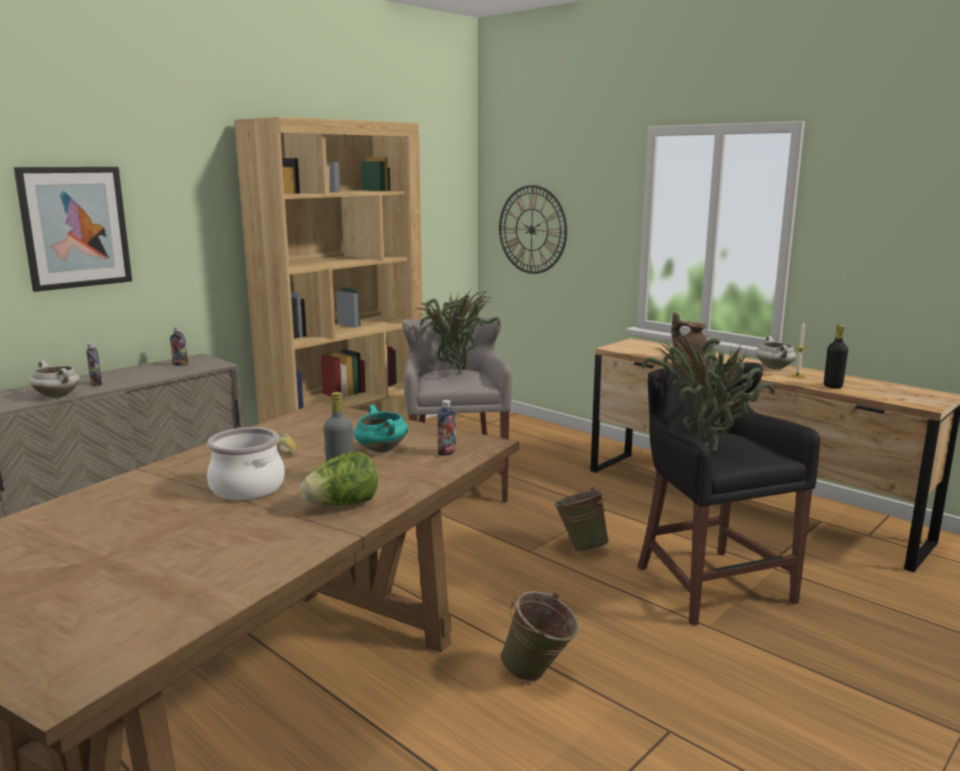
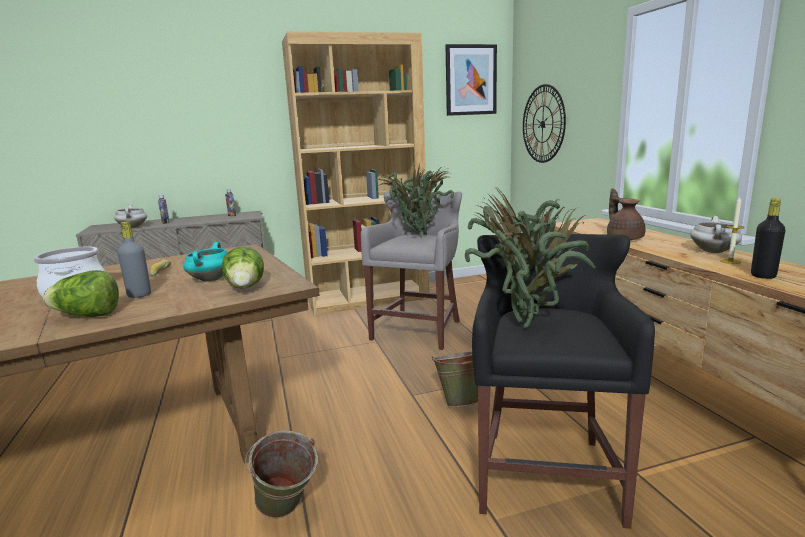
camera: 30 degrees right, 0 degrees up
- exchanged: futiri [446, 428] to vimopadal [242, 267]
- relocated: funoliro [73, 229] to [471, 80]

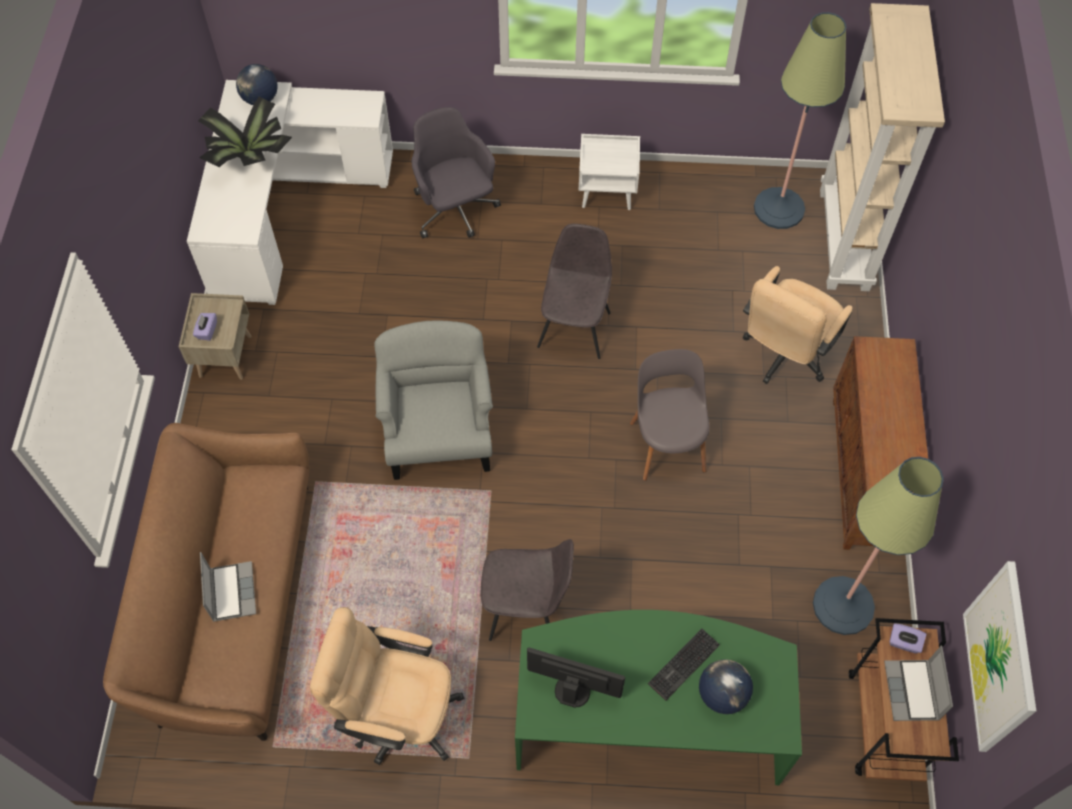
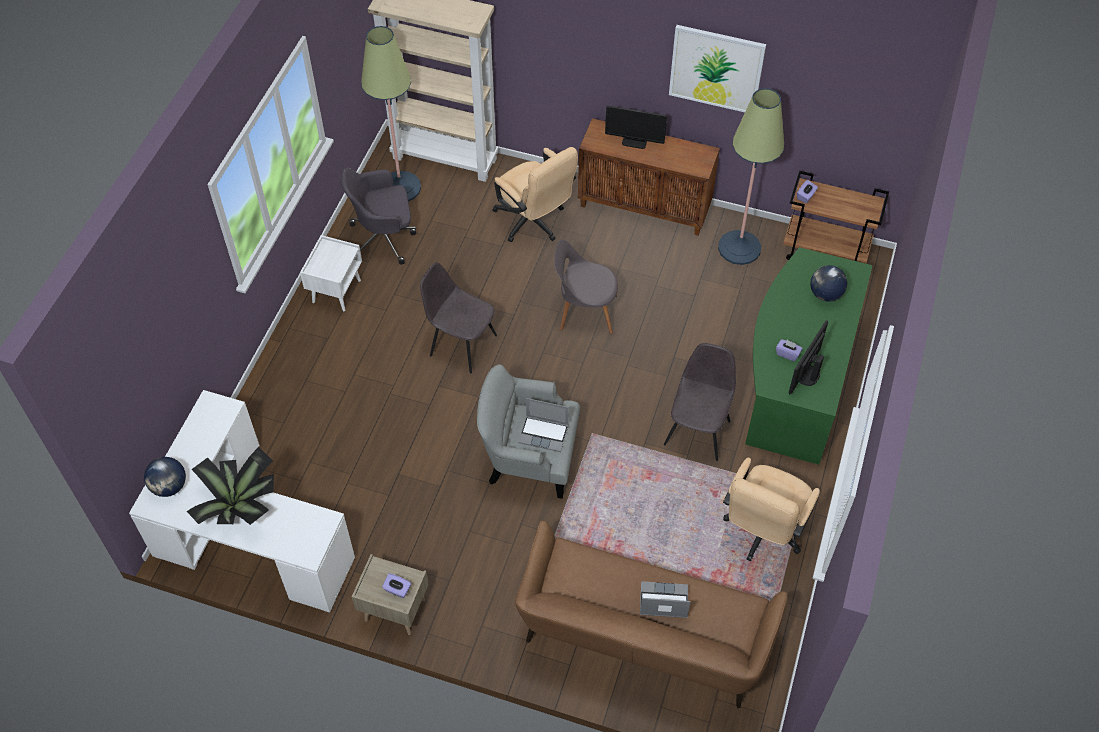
camera: 75 degrees left, 5 degrees down
- relocated: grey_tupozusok [456, 173] to [378, 216]
- relocated: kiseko [918, 683] to [543, 425]
- appeared: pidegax [636, 127]
- relocated: funoliro [999, 656] to [717, 68]
- appeared: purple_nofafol [789, 350]
- missing: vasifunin [684, 665]

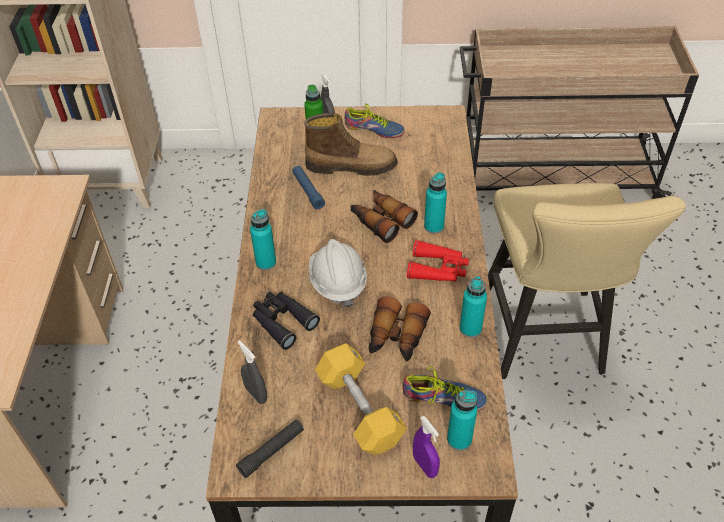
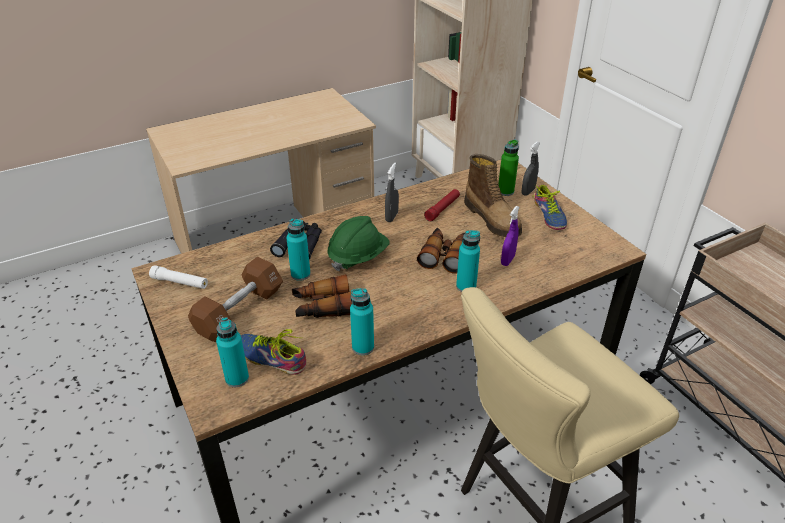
camera: 60 degrees right, 10 degrees down
- colour: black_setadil [270, 449] to white_setadil [178, 277]
- colour: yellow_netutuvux [361, 399] to brown_netutuvux [235, 299]
- spun: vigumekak [444, 388] = [273, 352] 135 degrees clockwise
- relocated: turquoise_futiri [263, 239] to [298, 249]
- colour: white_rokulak [338, 273] to green_rokulak [358, 243]
- relocated: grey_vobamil [252, 372] to [392, 192]
- colour: blue_setadil [308, 187] to red_setadil [442, 205]
- relocated: purple_vobamil [426, 447] to [510, 236]
- missing: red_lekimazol [438, 261]

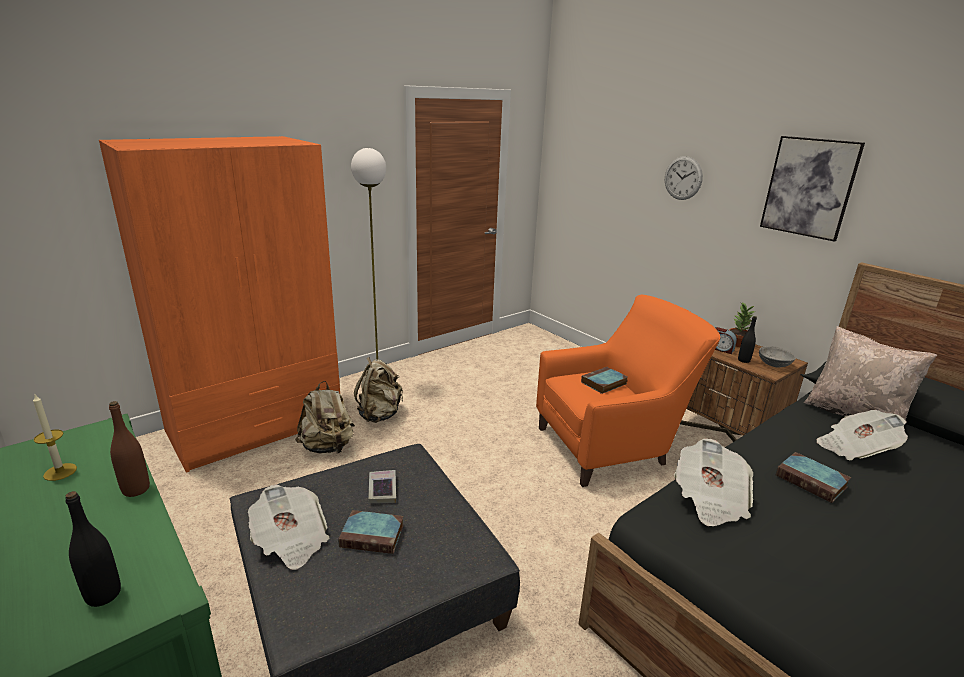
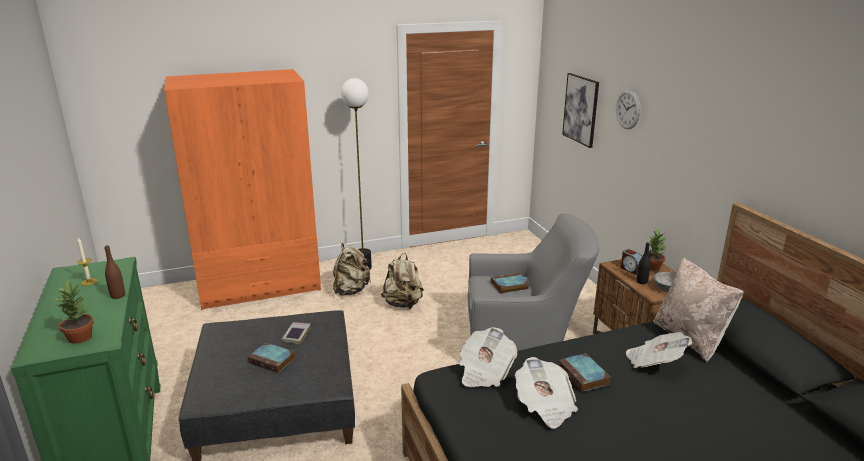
camera: 20 degrees right, 0 degrees up
- exchanged: black_futiri [93, 549] to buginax [74, 311]
- relocated: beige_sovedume [325, 417] to [402, 281]
- colour: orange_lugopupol [628, 391] to grey_lugopupol [533, 282]
- relocated: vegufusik [288, 527] to [546, 393]
- relocated: funoliro [812, 189] to [580, 110]

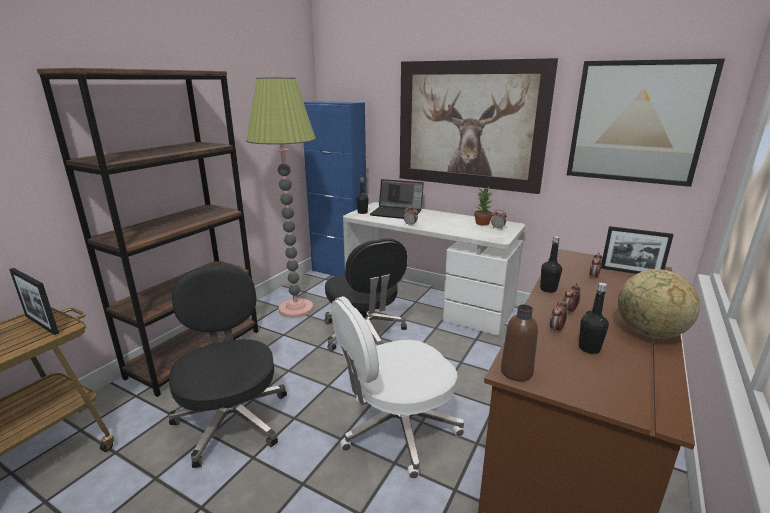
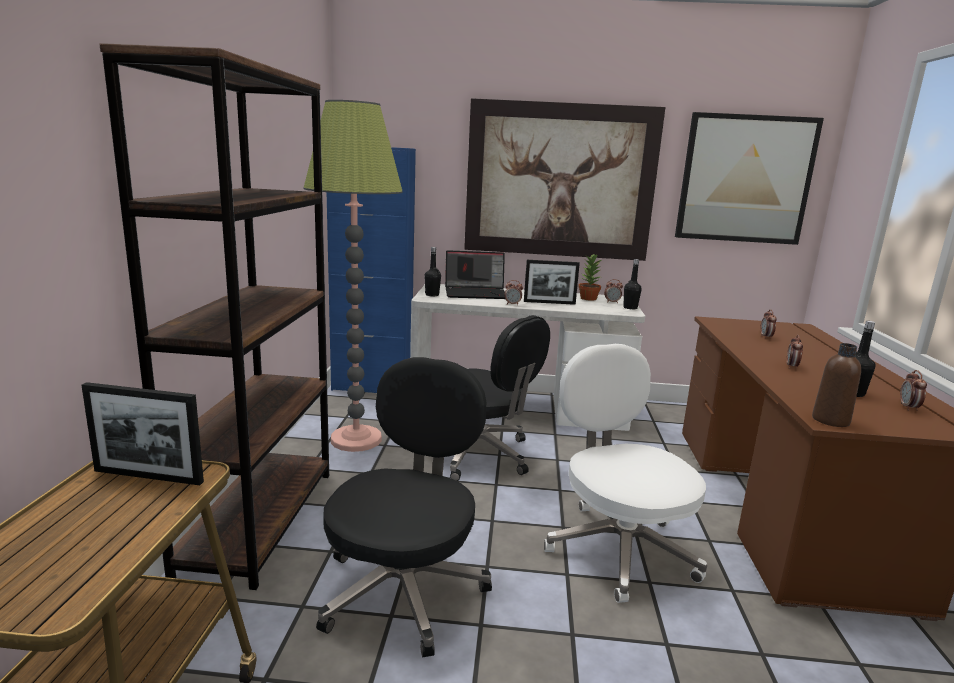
camera: 25 degrees left, 5 degrees down
- spun: black_tupozusok [228, 366] = [404, 507] 60 degrees clockwise
- relocated: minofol [637, 250] to [552, 282]
- spun: white_tupozusok [397, 387] = [625, 473] 120 degrees clockwise
- relocated: black_futiri [551, 264] to [632, 284]
- relocated: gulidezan [559, 316] to [913, 390]
- missing: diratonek [659, 304]

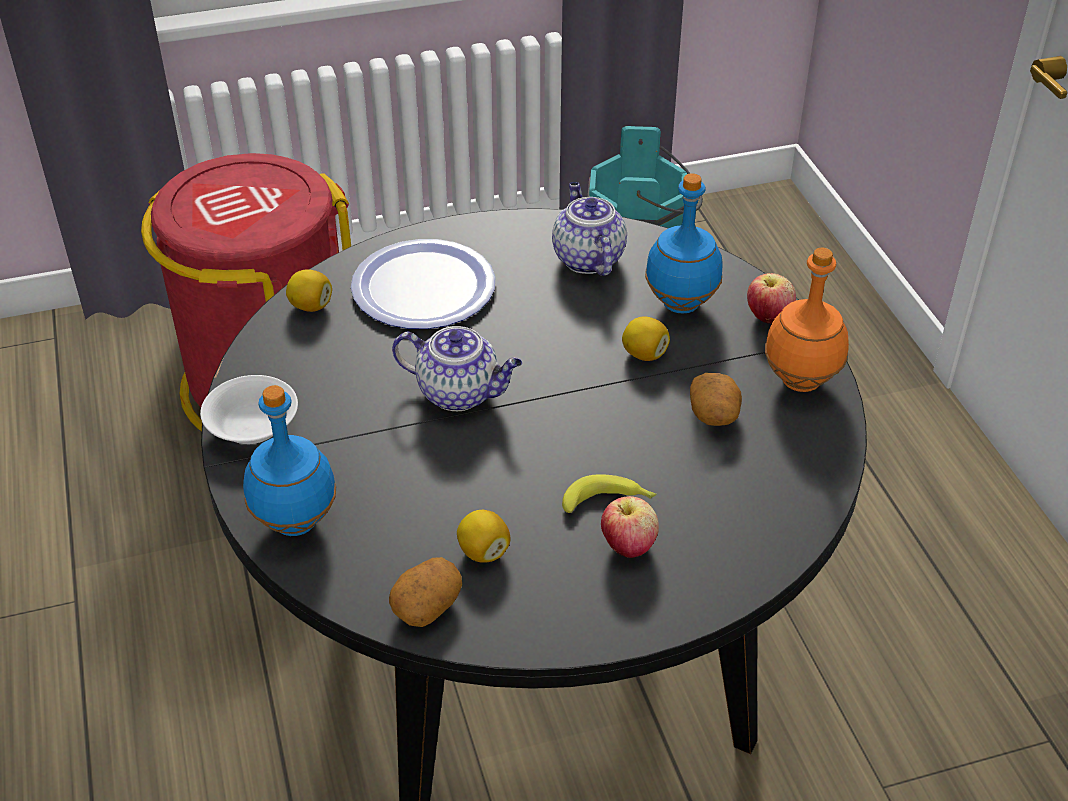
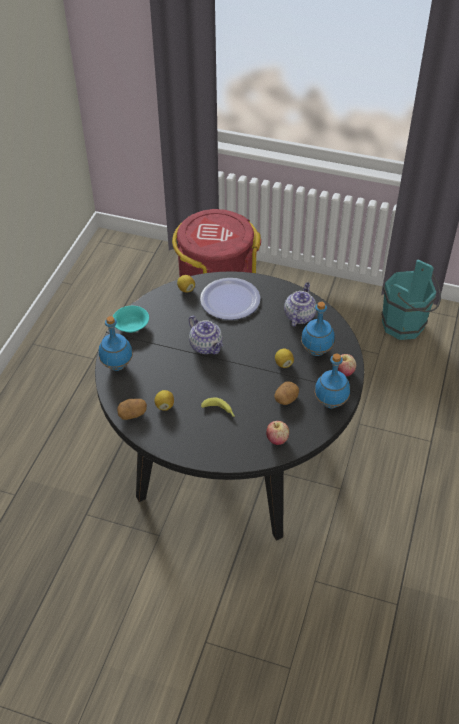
camera: 35 degrees right, 5 degrees up
- colour: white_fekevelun [249, 409] to turquoise_fekevelun [131, 319]
- relocated: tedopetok [630, 527] to [277, 433]
- colour: orange_futiri [807, 320] to blue_futiri [332, 380]

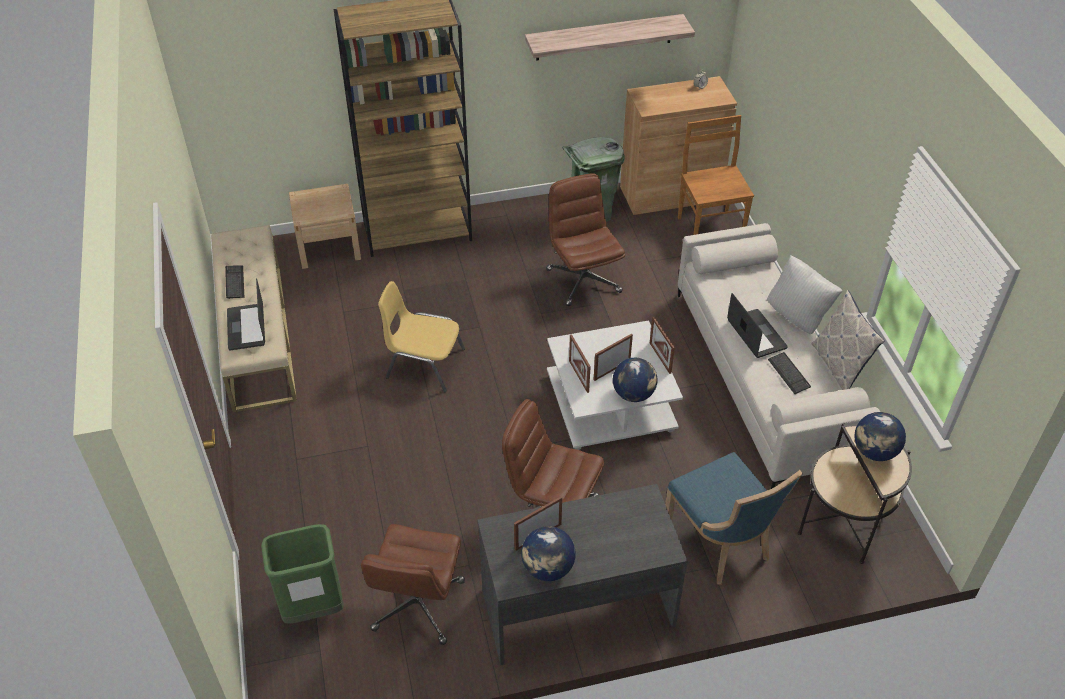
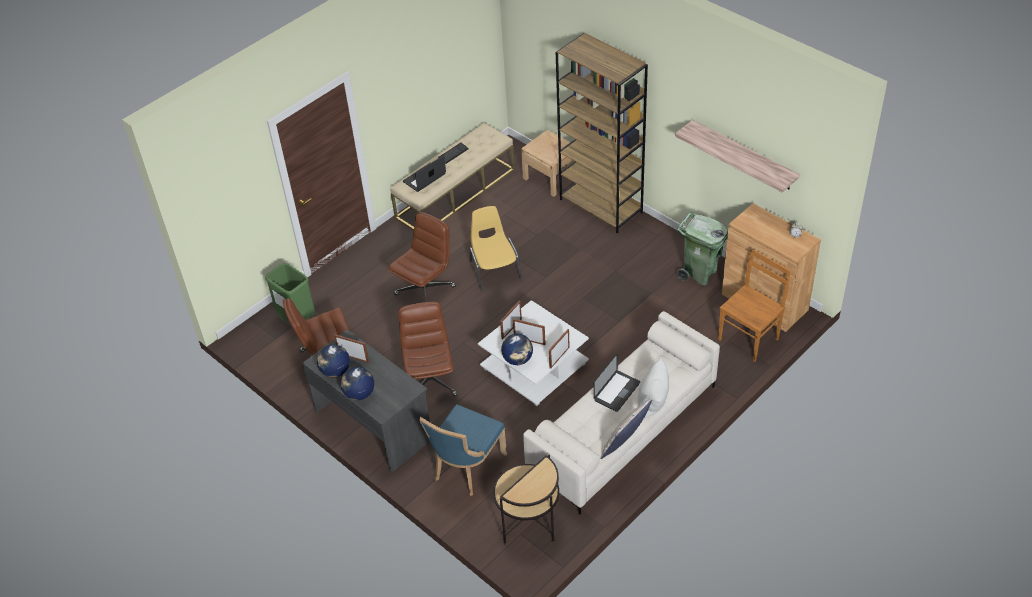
camera: 60 degrees right, 0 degrees up
- relocated: diratonek [880, 436] to [357, 384]
- relocated: brown_tupozusok [585, 239] to [422, 257]
- missing: vasifunin [789, 373]

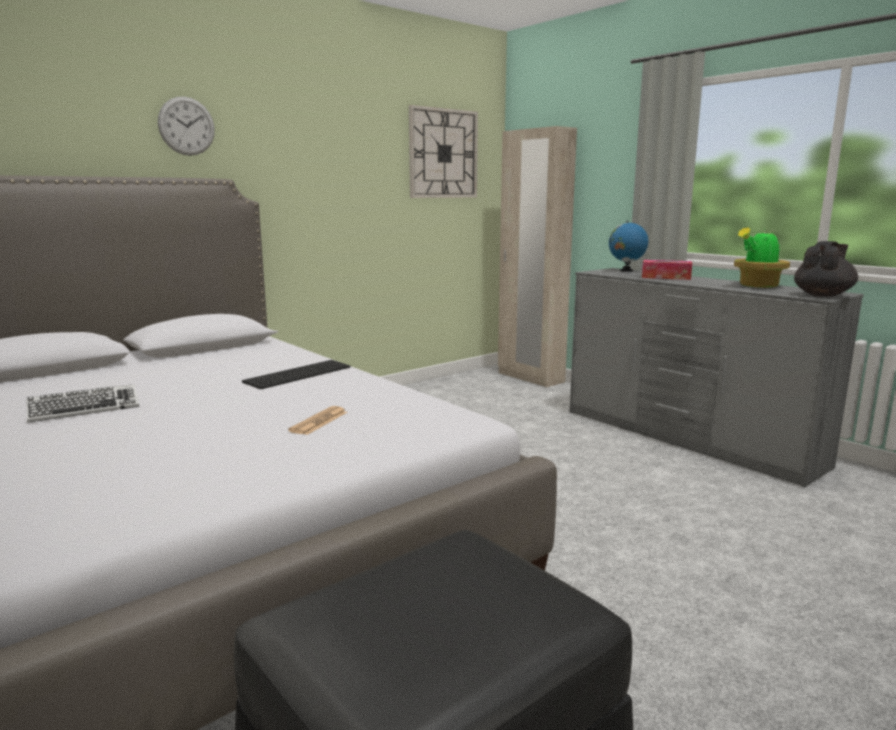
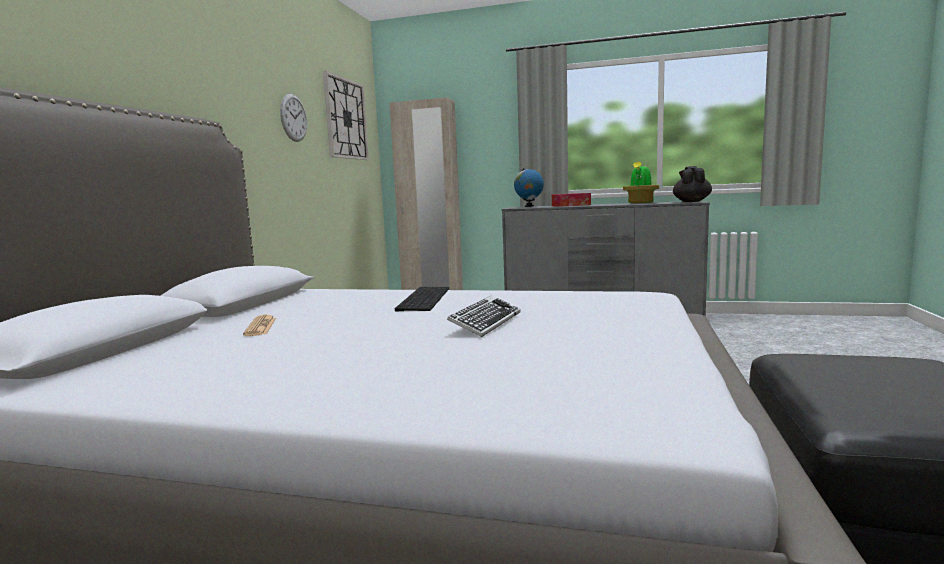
camera: 35 degrees left, 5 degrees down
- relocated: vegufusik [317, 420] to [259, 325]
- relocated: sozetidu [186, 126] to [293, 118]
- relocated: vasifunin [82, 403] to [483, 316]

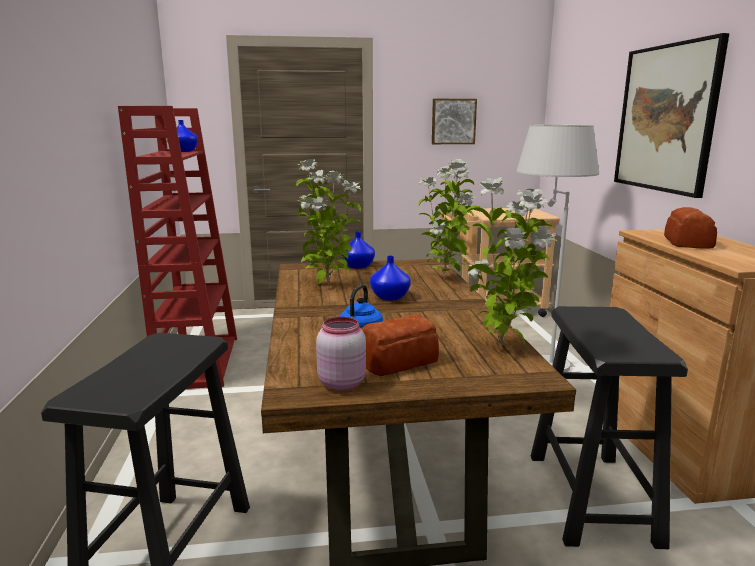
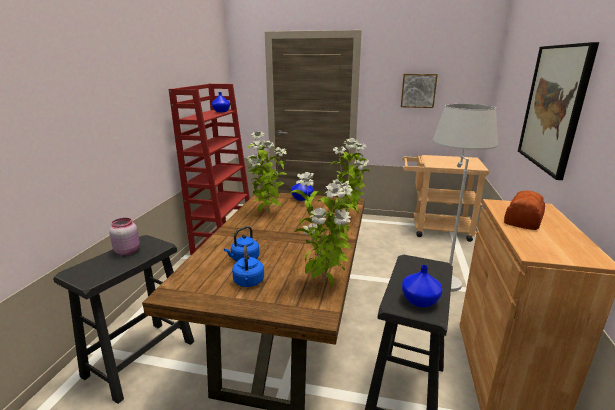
camera: 20 degrees right, 5 degrees up
- relocated: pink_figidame [341, 354] to [124, 236]
- exchanged: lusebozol [400, 345] to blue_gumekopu [248, 266]
- relocated: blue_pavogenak [390, 278] to [422, 286]

